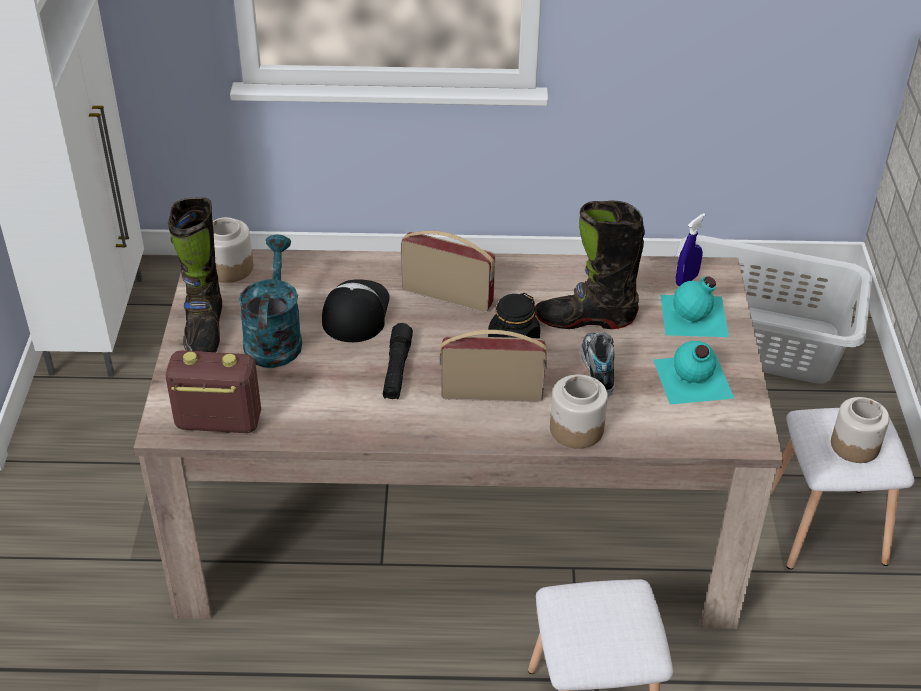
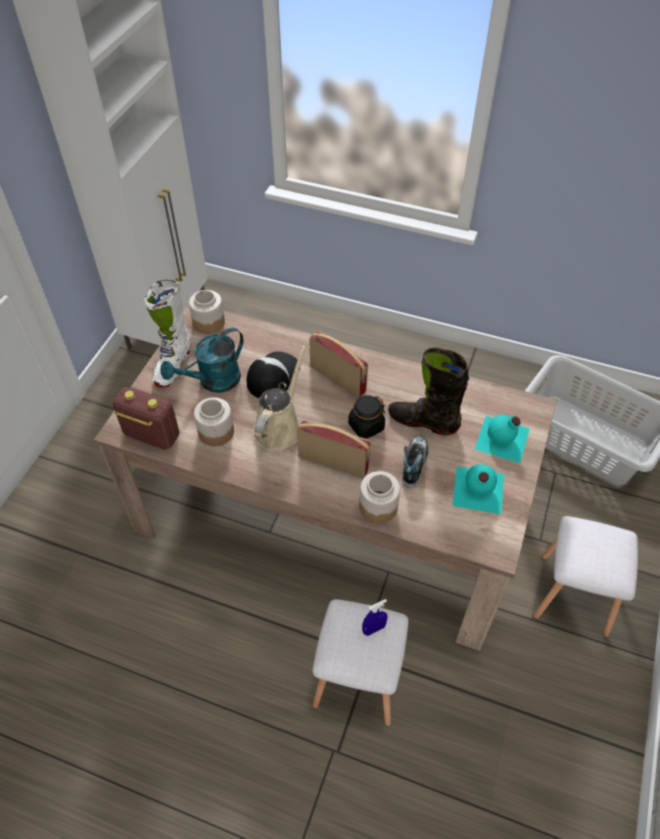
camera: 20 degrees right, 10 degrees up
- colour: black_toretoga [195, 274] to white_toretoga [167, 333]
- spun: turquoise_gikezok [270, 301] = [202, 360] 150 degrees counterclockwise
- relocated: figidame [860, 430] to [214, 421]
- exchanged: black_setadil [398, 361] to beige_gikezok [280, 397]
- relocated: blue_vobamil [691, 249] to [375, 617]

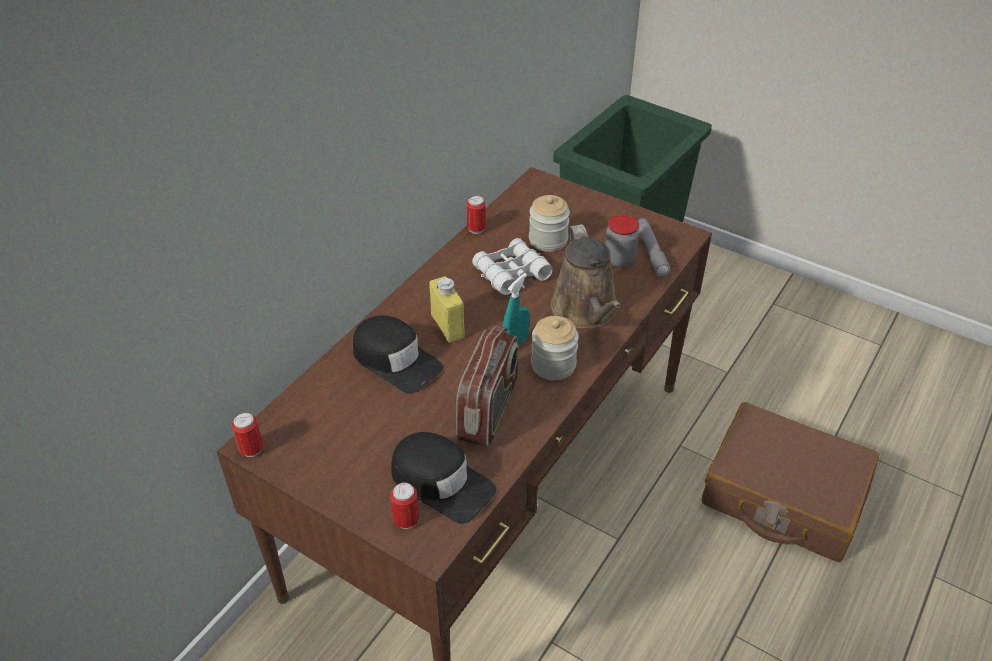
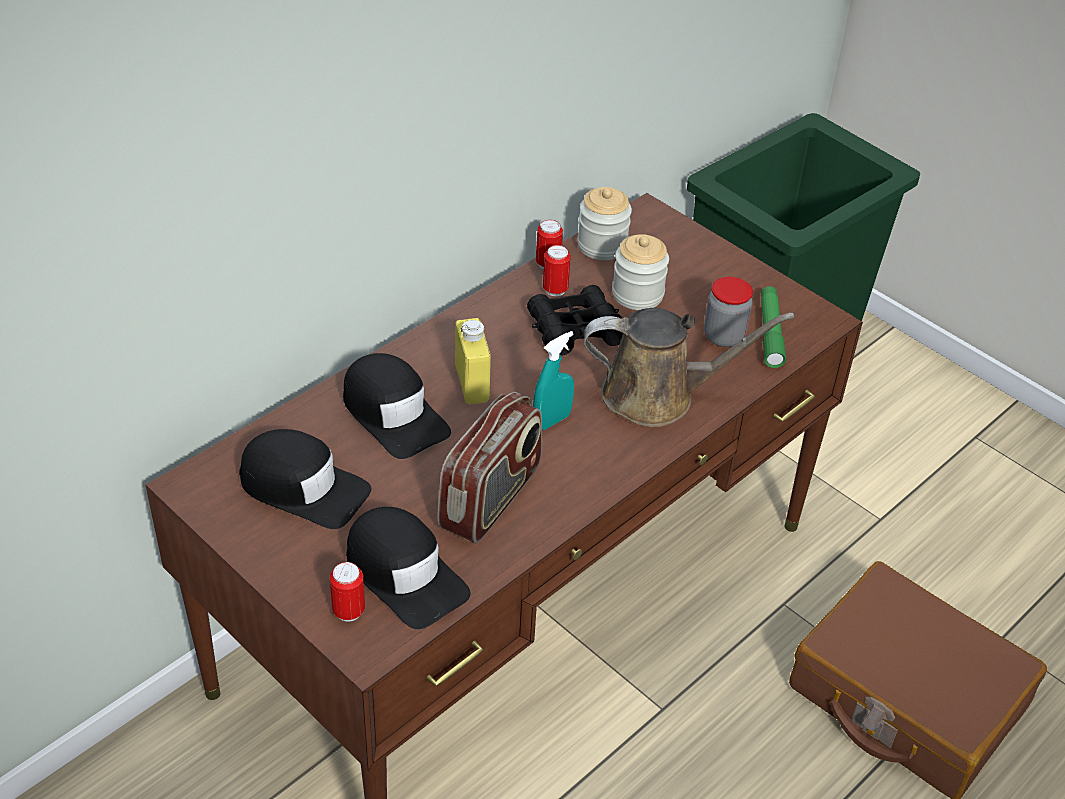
camera: 10 degrees right, 0 degrees up
- appeared: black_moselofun [305, 479]
- colour: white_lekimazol [512, 266] to black_lekimazol [575, 320]
- relocated: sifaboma [247, 434] to [557, 270]
- relocated: figidame [555, 348] to [604, 223]
- spun: brown_gikezok [586, 276] = [688, 367] 90 degrees counterclockwise
- colour: grey_setadil [654, 247] to green_setadil [773, 327]

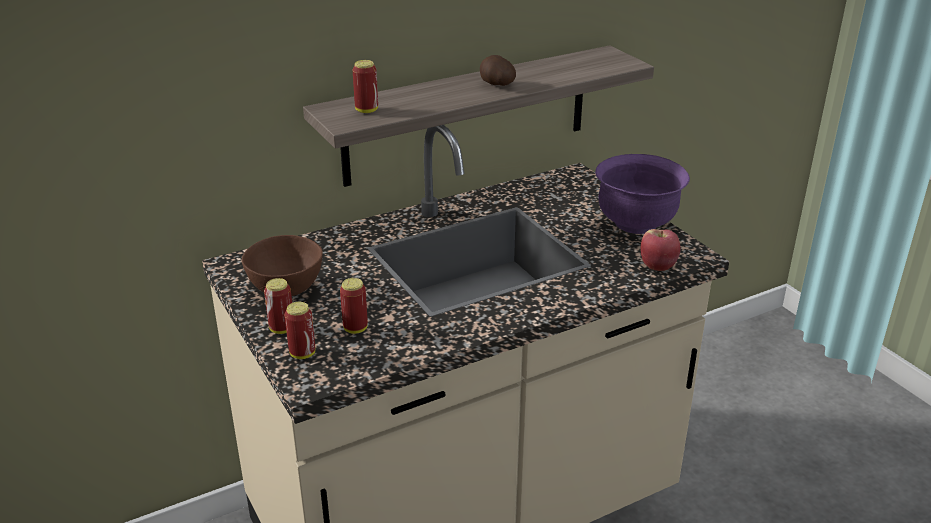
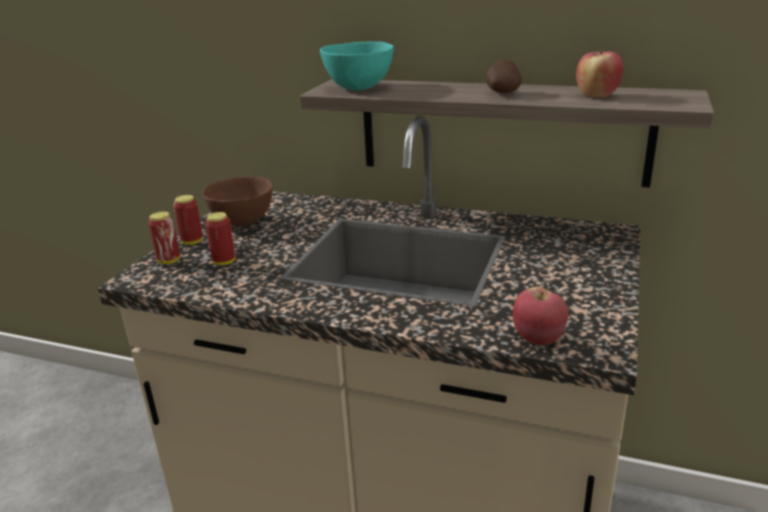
camera: 50 degrees right, 5 degrees down
- exchanged: sifaboma [365, 86] to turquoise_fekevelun [357, 65]
- appeared: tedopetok [599, 74]
- missing: purple_fekevelun [642, 194]

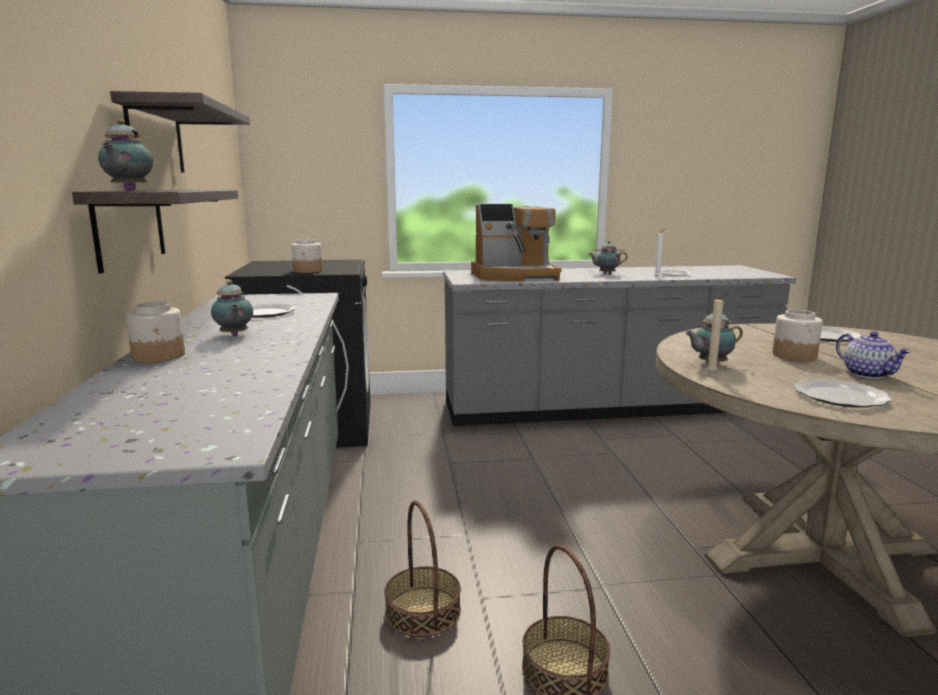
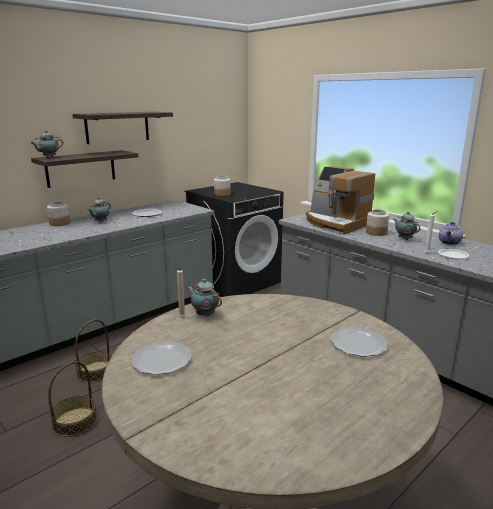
camera: 55 degrees right, 5 degrees up
- relocated: figidame [797, 335] to [377, 222]
- relocated: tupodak [873, 355] to [451, 233]

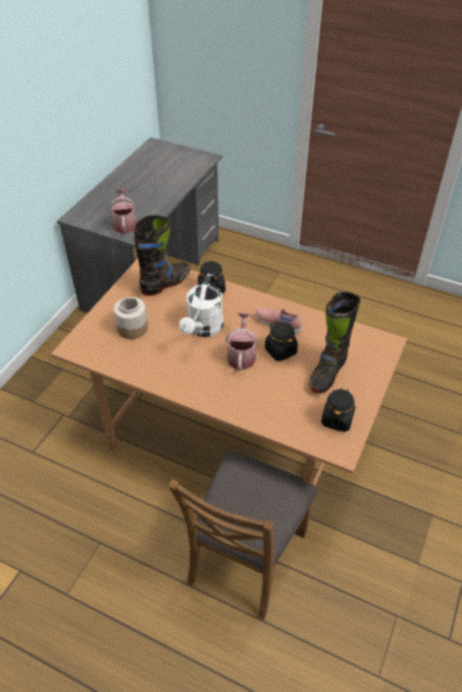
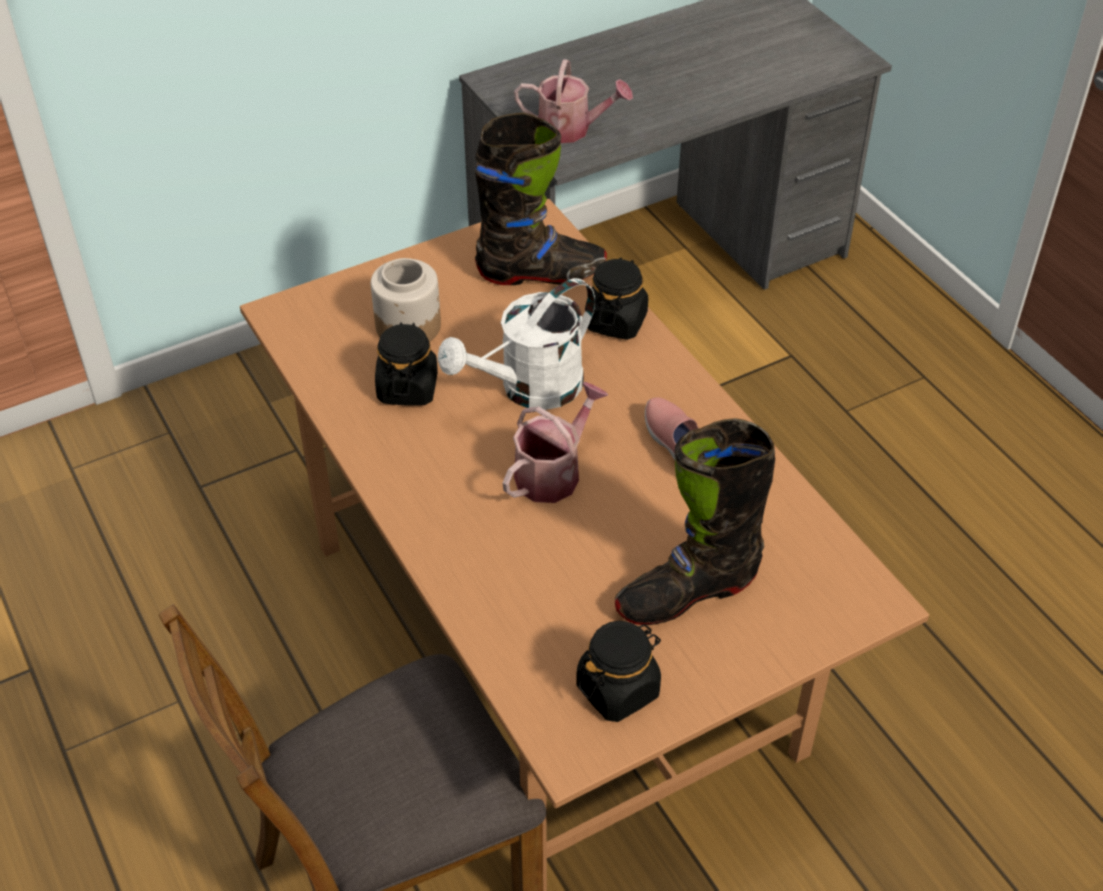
camera: 35 degrees right, 0 degrees up
- relocated: black_figidame [281, 341] to [406, 364]
- spun: gikezok [122, 211] = [573, 101] 75 degrees clockwise

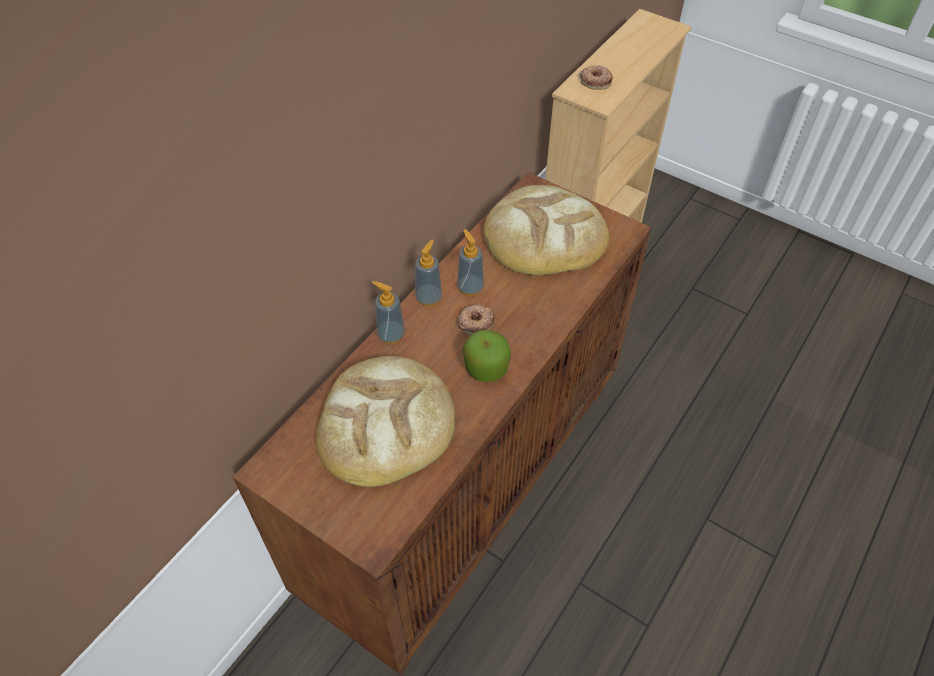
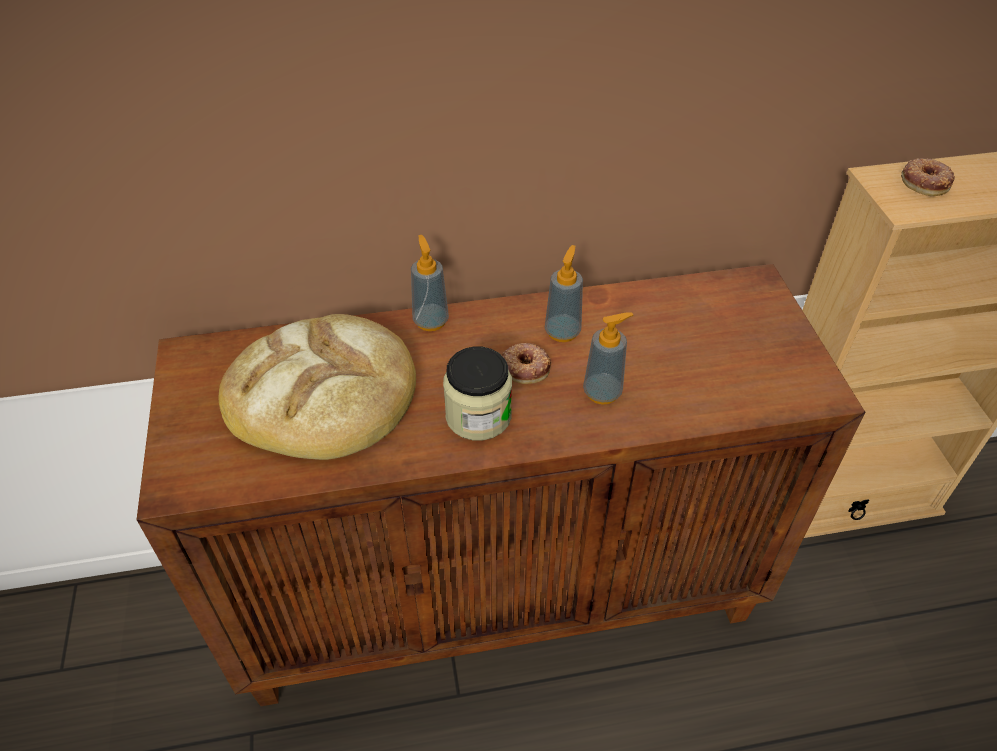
camera: 45 degrees right, 5 degrees down
- exchanged: tedopetok [487, 356] to figidame [477, 393]
- relocated: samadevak [428, 272] to [608, 358]
- missing: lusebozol [546, 230]

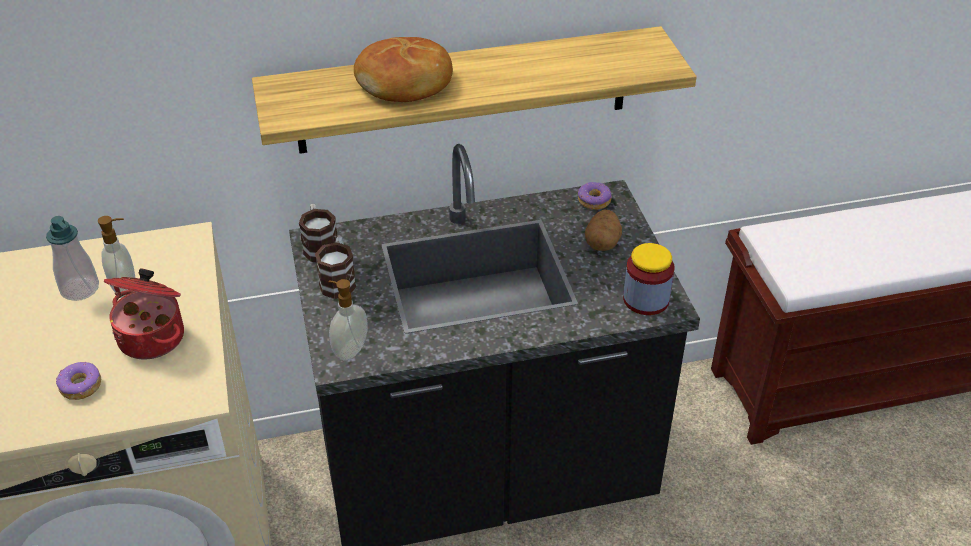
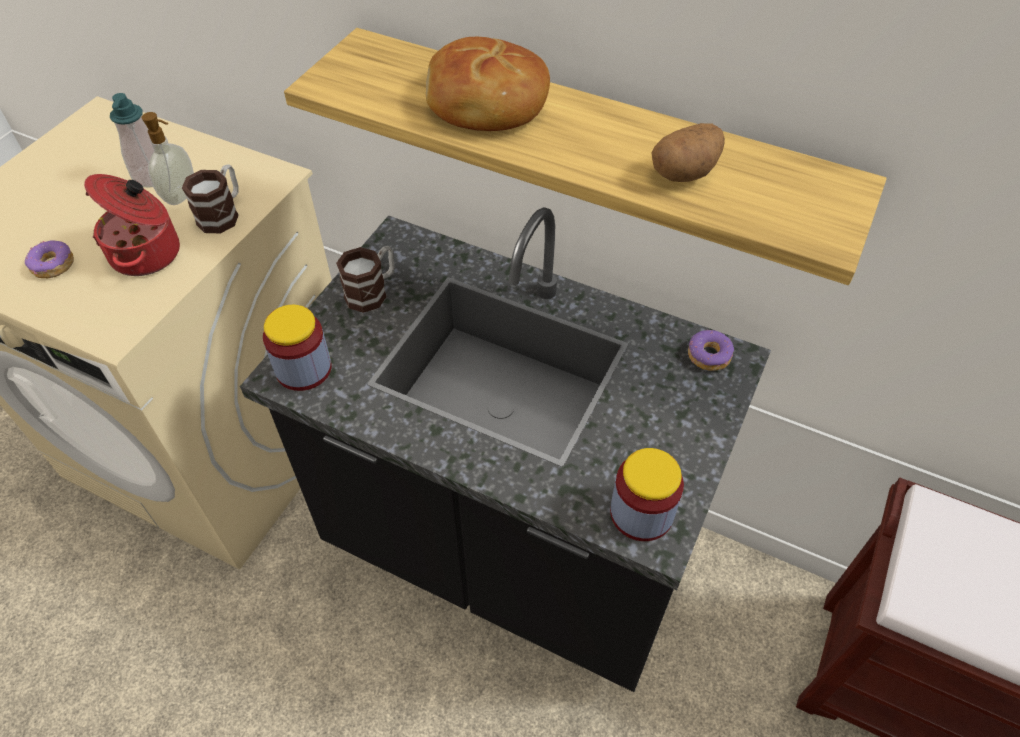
camera: 40 degrees right, 10 degrees up
- relocated: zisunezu [318, 233] to [210, 198]
- exchanged: samadevak [348, 320] to figidame [297, 348]
- relocated: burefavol [603, 230] to [688, 152]

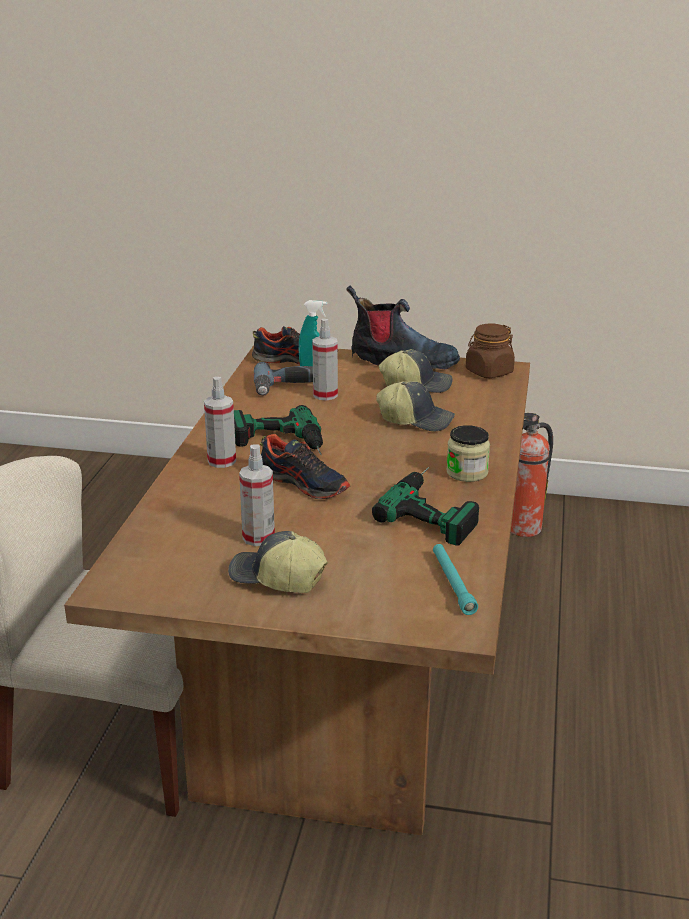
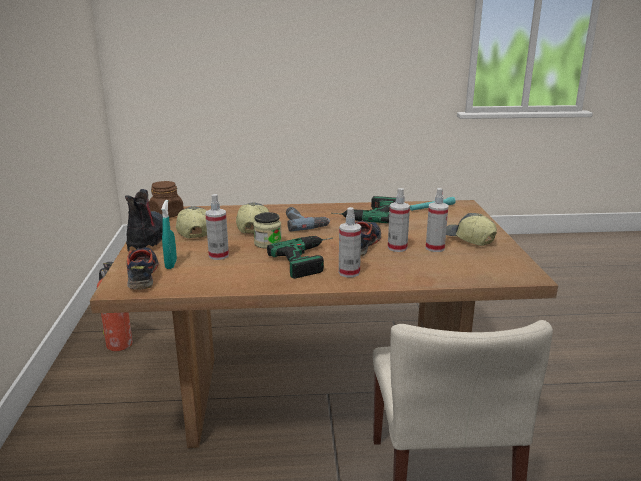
camera: 105 degrees left, 5 degrees down
- relocated: figidame [468, 453] to [267, 230]
- relocated: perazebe [283, 379] to [308, 219]
- appeared: vobamil [399, 220]
- spun: moselofun [278, 562] = [471, 229] 135 degrees clockwise

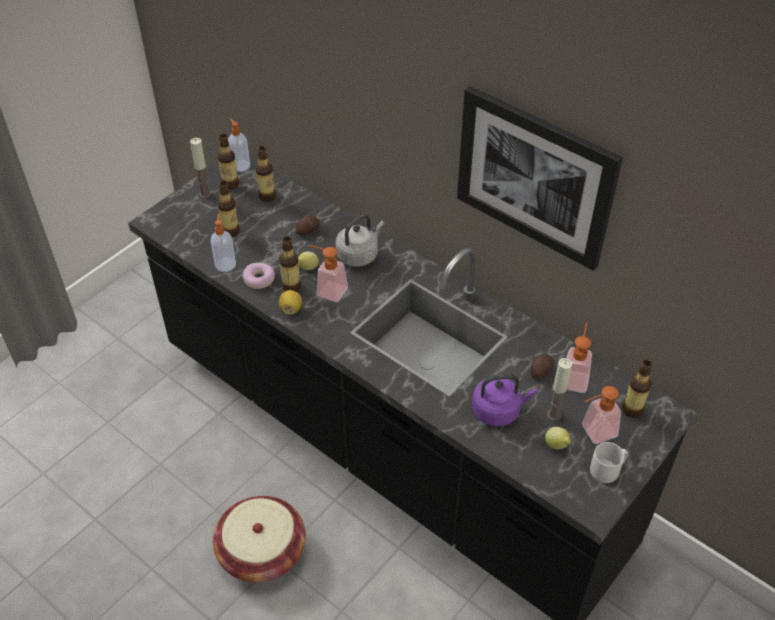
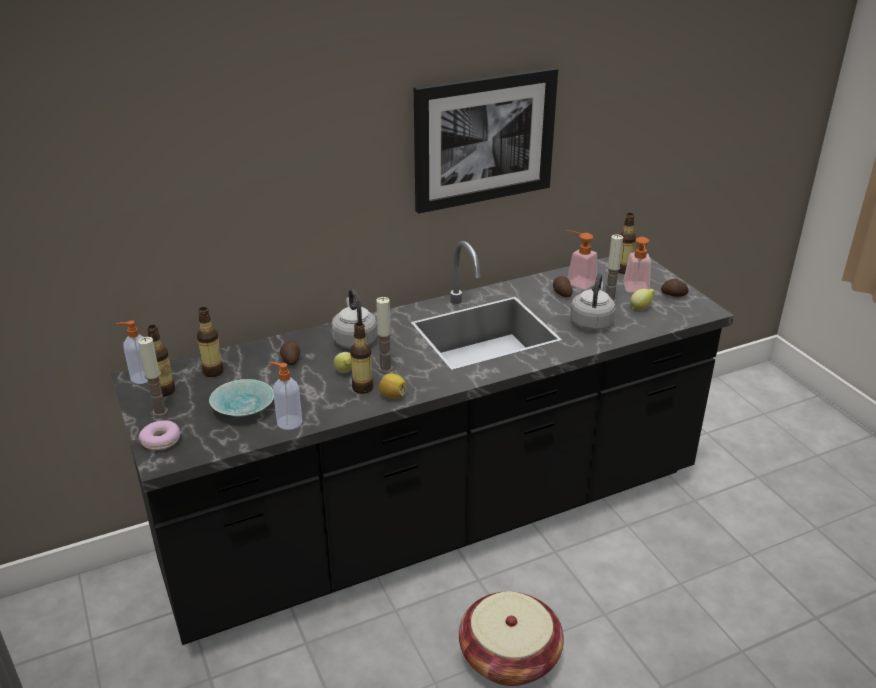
camera: 65 degrees left, 15 degrees down
- relocated: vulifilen [259, 276] to [159, 435]
- exchanged: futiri [228, 209] to turquoise_fekevelun [241, 397]
- exchanged: samadevak [328, 273] to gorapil [384, 335]
- colour: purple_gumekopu [504, 400] to grey_gumekopu [593, 301]
- exchanged: grey_zisunezu [609, 462] to burefavol [675, 288]

